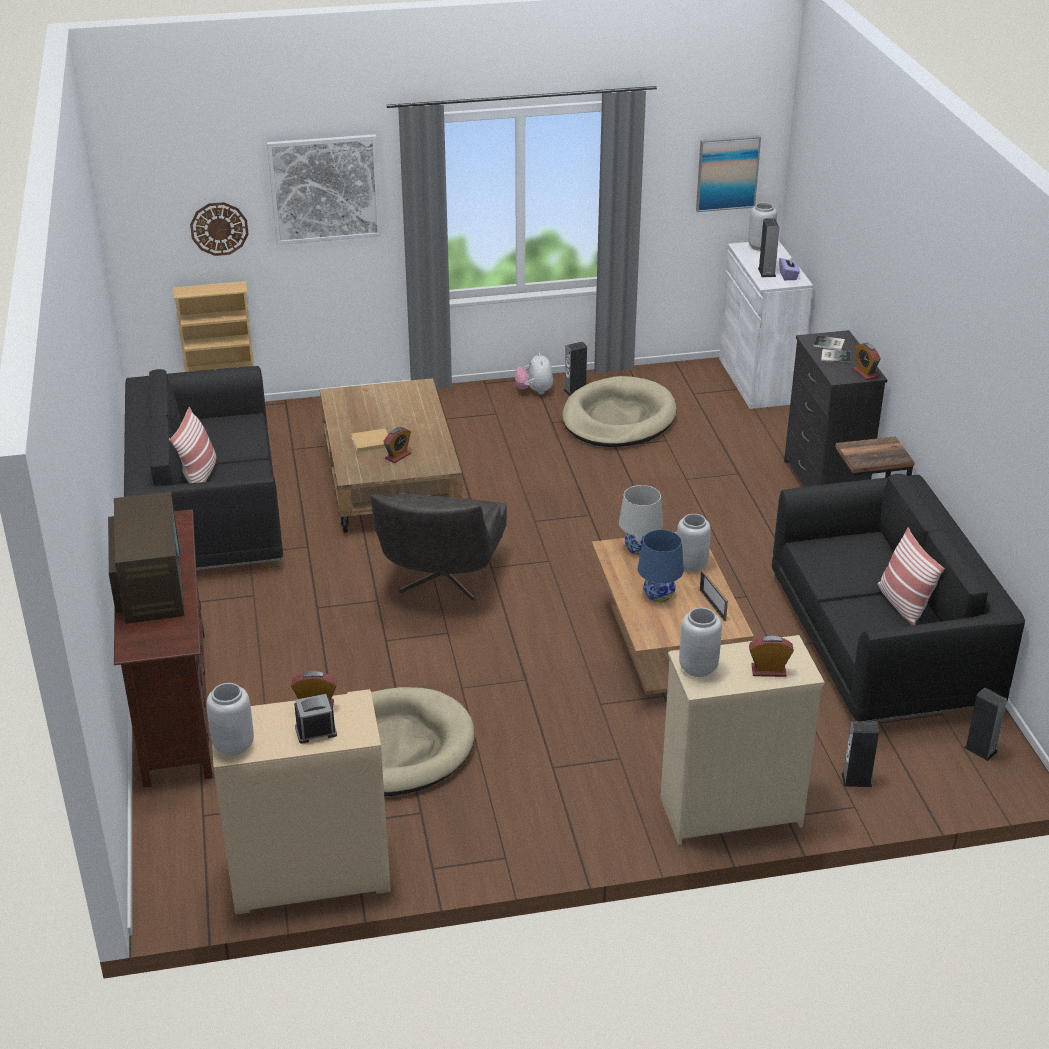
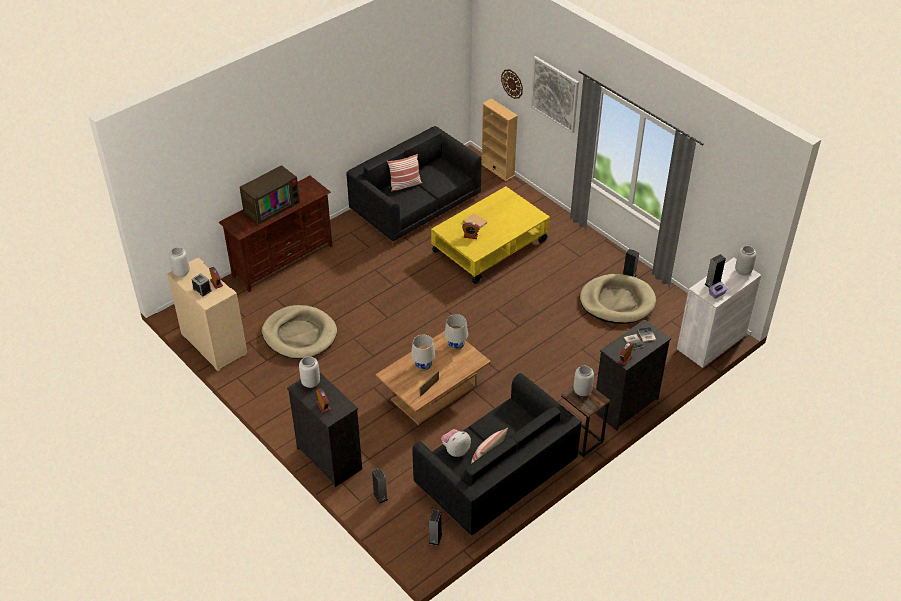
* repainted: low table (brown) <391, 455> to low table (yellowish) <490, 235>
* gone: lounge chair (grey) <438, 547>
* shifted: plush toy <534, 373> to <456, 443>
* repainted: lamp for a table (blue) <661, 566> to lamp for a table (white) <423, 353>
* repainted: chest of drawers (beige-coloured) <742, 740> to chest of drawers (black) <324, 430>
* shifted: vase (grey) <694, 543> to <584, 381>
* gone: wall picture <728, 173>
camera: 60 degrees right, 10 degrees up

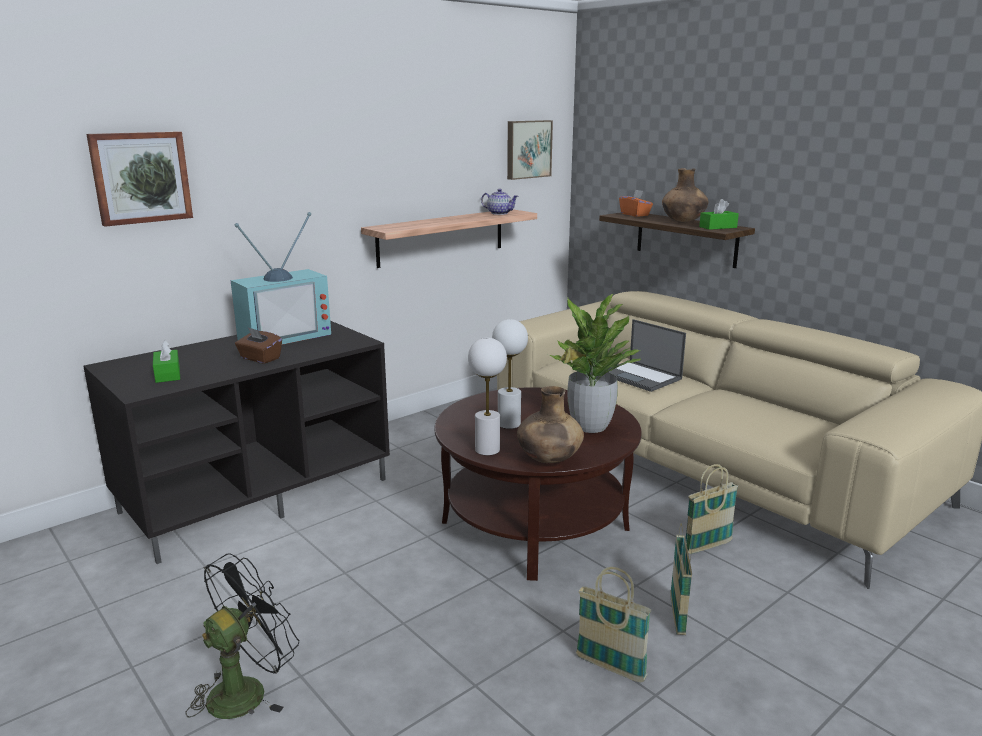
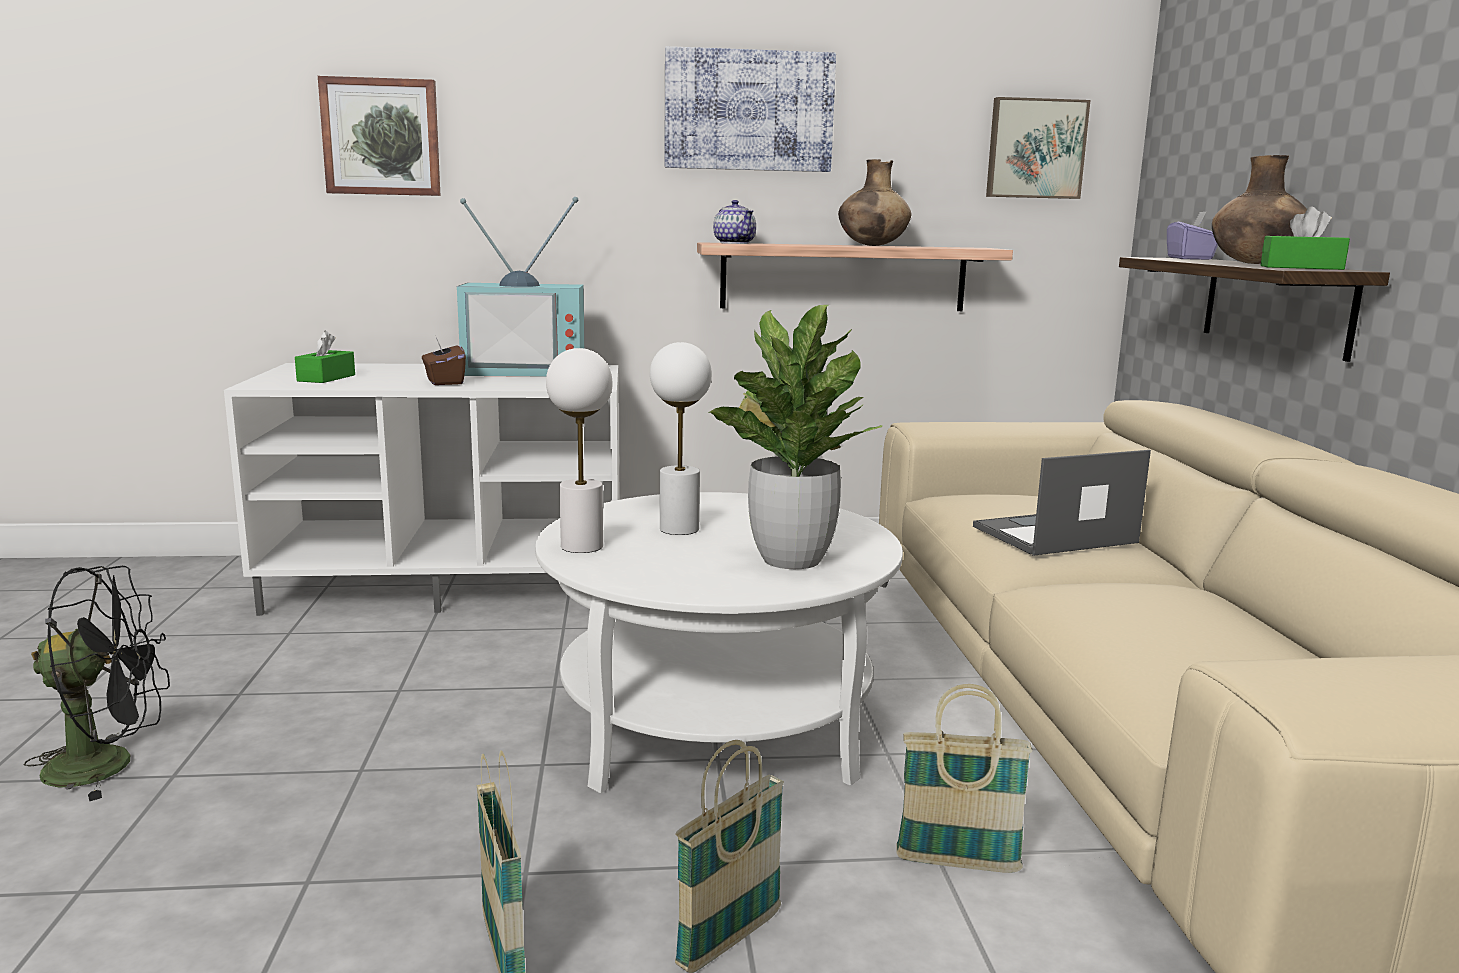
* repainted: media console (black) <236, 442> to media console (white) <421, 489>
* repainted: low table (brown) <537, 484> to low table (white) <719, 642>
* shifted: pot for tea <499, 202> to <734, 222>
* shifted: vase (brown) <550, 424> to <874, 202>
* rotated: notebook computer <647, 355> = <1062, 503> 75 degrees clockwise
* repainted: box of tissues (orange) <636, 203> to box of tissues (purple) <1192, 235>
* new: wall picture <750, 109>
camera: 35 degrees right, 5 degrees down

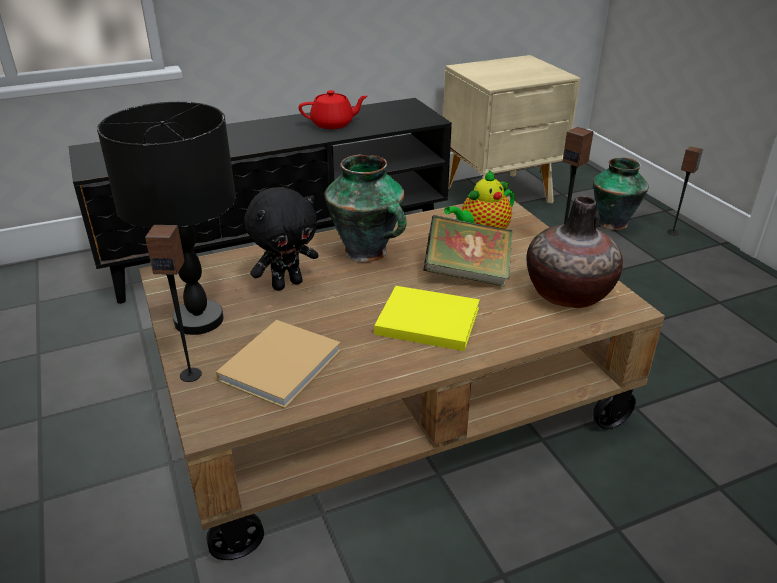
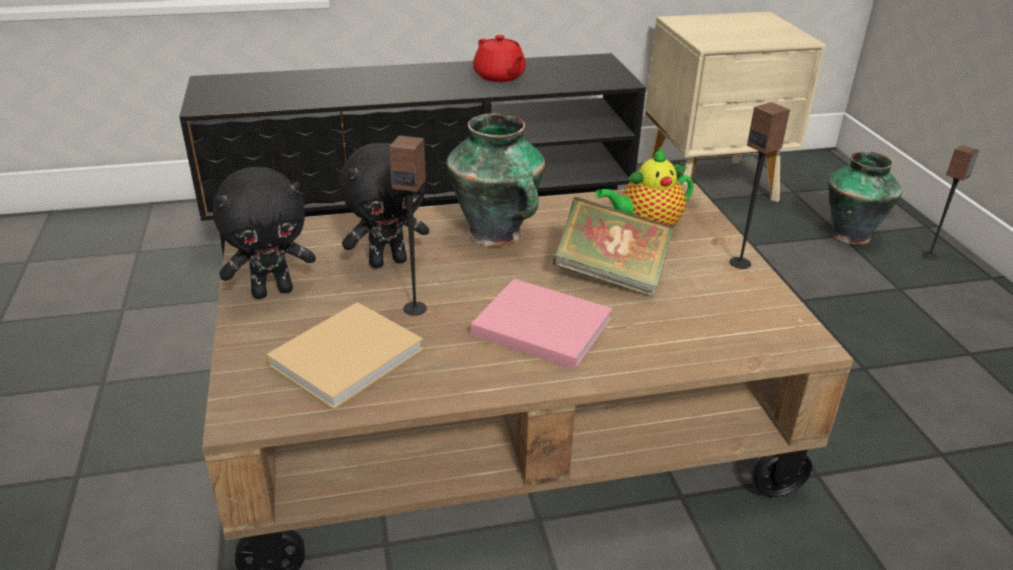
* swapped: lamp for a table (black) <166, 218> to plush toy (black) <264, 233>
* shifted: audio speaker <173, 303> to <408, 225>
* rotated: pot for tea (red) <333, 109> = <499, 58> 60 degrees clockwise
* repainted: volume (yellowish) <427, 318> to volume (pink) <542, 324>
* gone: vase <574, 252>
camera: 10 degrees right, 0 degrees up

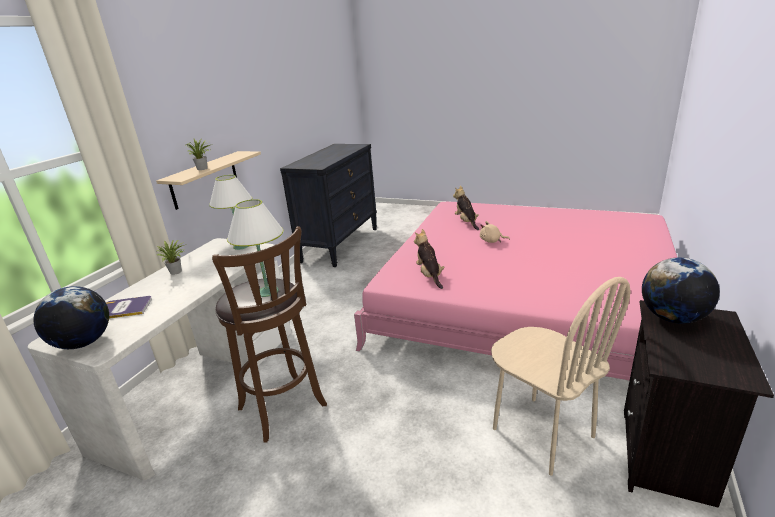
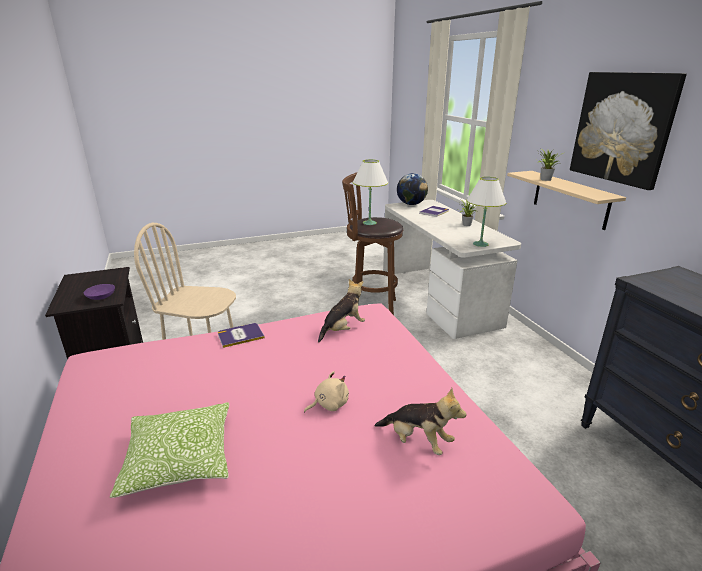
* rotated: plush toy <429, 259> = <341, 310> 75 degrees counterclockwise
* swapped: globe <681, 291> to deep dish (purple) <99, 292>
* new: pillow <169, 450>
* new: volume <241, 335>
* new: wall picture <628, 131>
camera: 135 degrees right, 0 degrees up

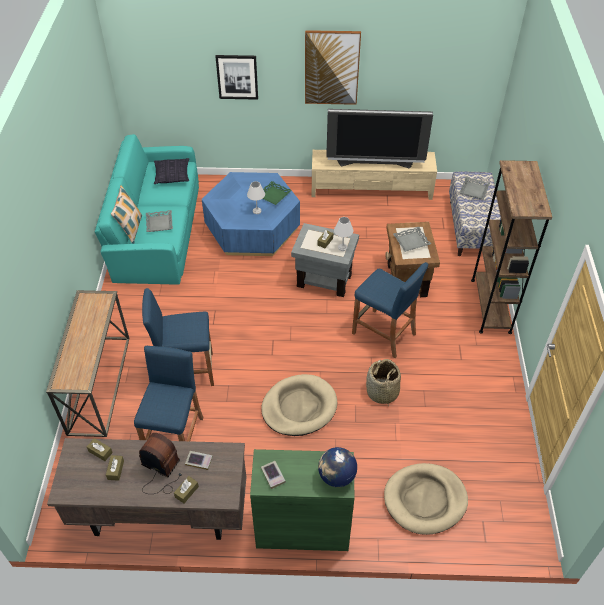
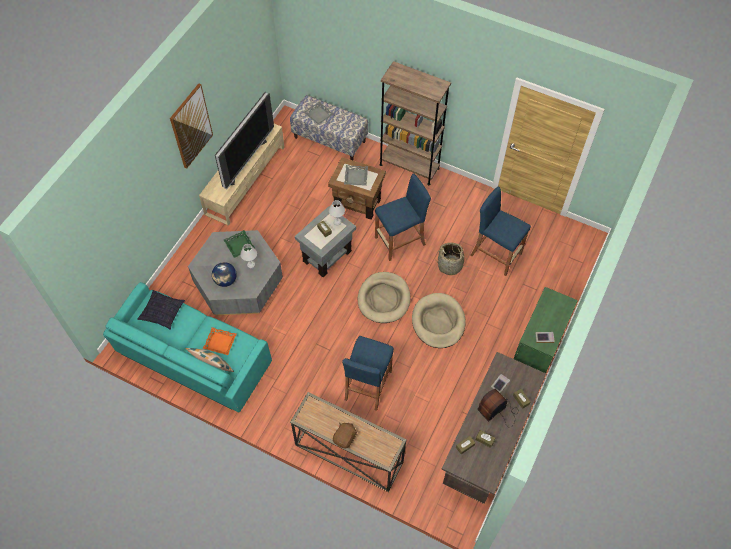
* shifted: sitting stool (blue) <168, 393> to <500, 231>
* repainted: serving tray (grey) <159, 221> to serving tray (orange) <220, 341>
* repainted: low table (blue) <251, 214> to low table (grey) <235, 272>
* gone: wall picture <236, 77>
* shifted: globe <337, 467> to <224, 274>
* shifted: dog cushion (beige-coloured) <426, 499> to <384, 297>
* new: plush toy (brown) <345, 435>
camera: 65 degrees left, 10 degrees up

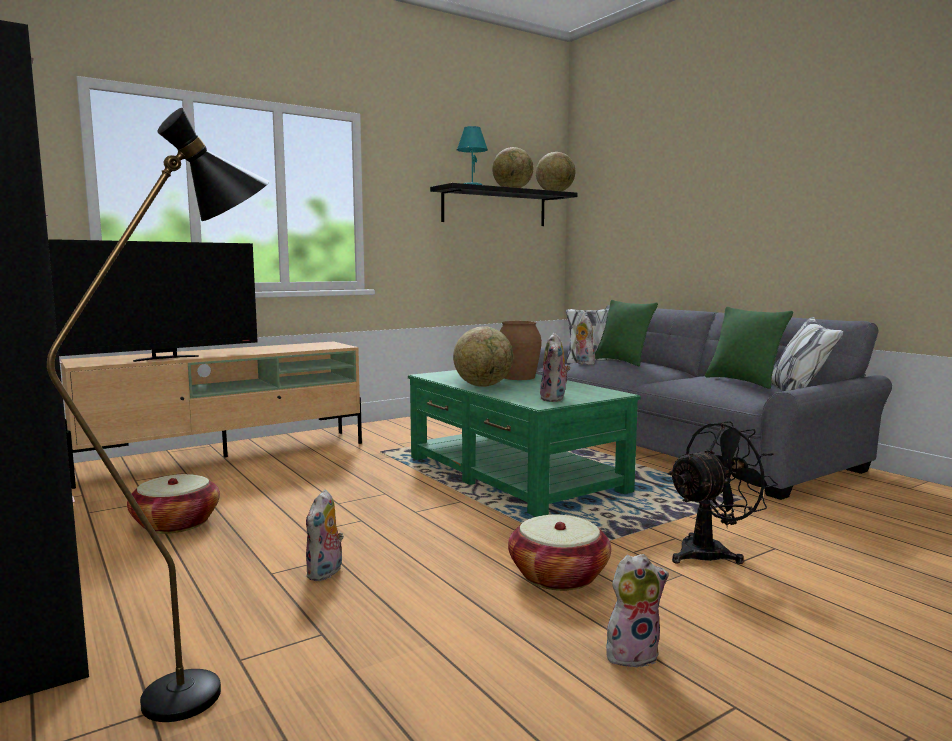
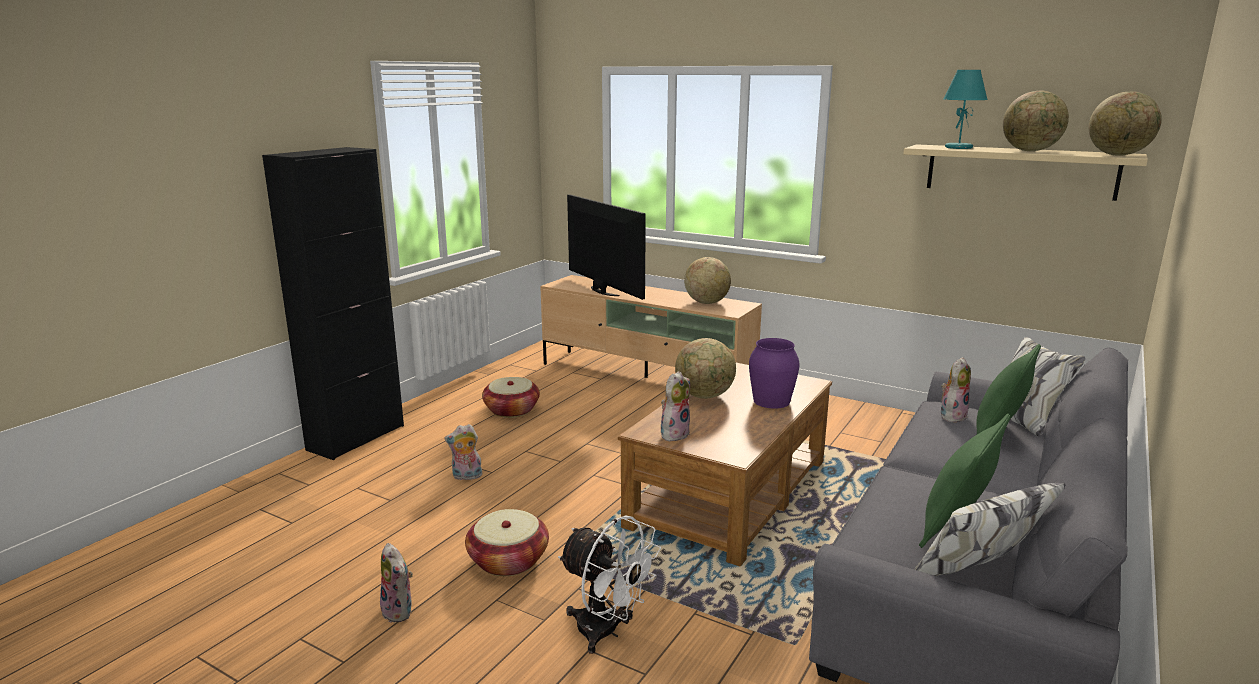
* gone: standard lamp (black) <158, 415>
* rotated: television <152, 300> = <606, 247> 150 degrees counterclockwise
* repainted: low table (greenish) <524, 443> to low table (brown) <725, 465>
* repainted: bracket shelf (black) <503, 204> to bracket shelf (beige-coloured) <1025, 172>
* repainted: vase (brown) <521, 350> to vase (purple) <774, 373>
* rotated: plush toy <555, 367> = <675, 406> 150 degrees clockwise
* repainted: fan (black) <723, 492> to fan (white) <609, 584>
* new: globe <707, 280>
camera: 65 degrees right, 10 degrees up

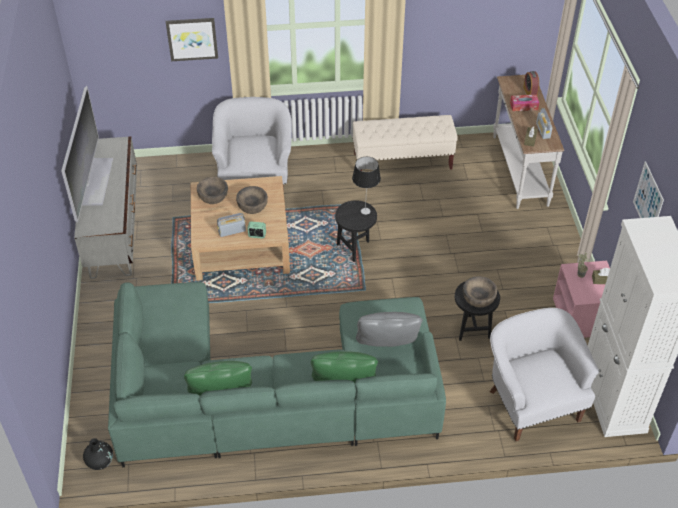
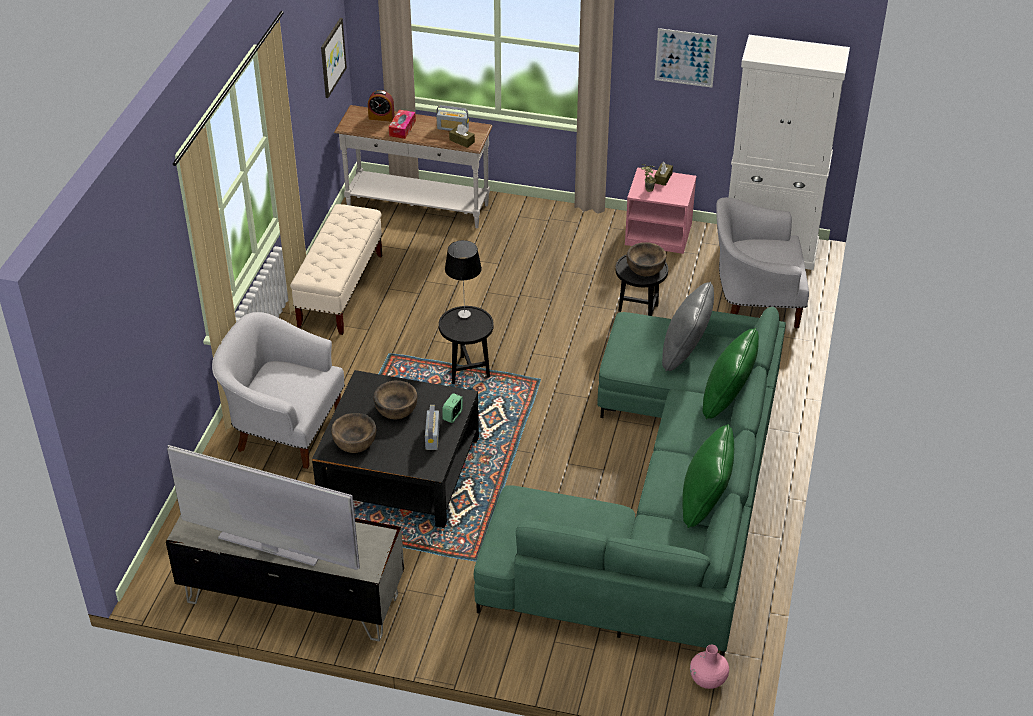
* repainted: vase (black) <98, 454> to vase (pink) <709, 667>
* shifted: wall picture <192, 39> to <334, 58>
* repainted: low table (beige-coloured) <240, 228> to low table (black) <395, 449>
camera: 70 degrees left, 5 degrees down

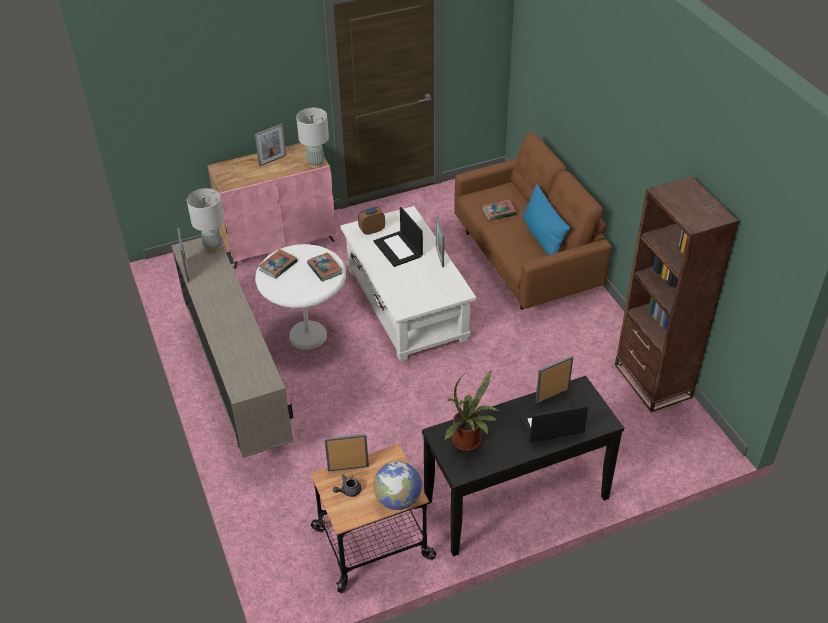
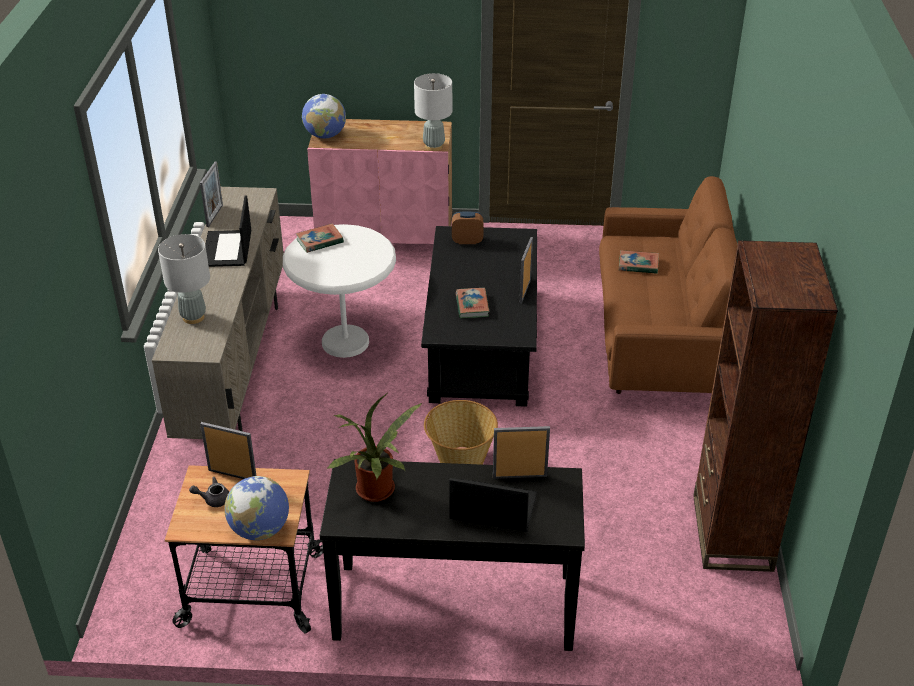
* shifted: lamp for a table (grey) <205, 220> to <184, 279>
* gone: photo frame <270, 144>
* shifted: volume <324, 267> to <473, 303>
* repainted: low table (white) <408, 283> to low table (black) <479, 316>
* shifted: notebook computer <398, 237> to <228, 231>
* gone: pillow (blue) <546, 219>
* new: globe <324, 116>
* new: storage basket <461, 432>
camera: 25 degrees right, 5 degrees down

